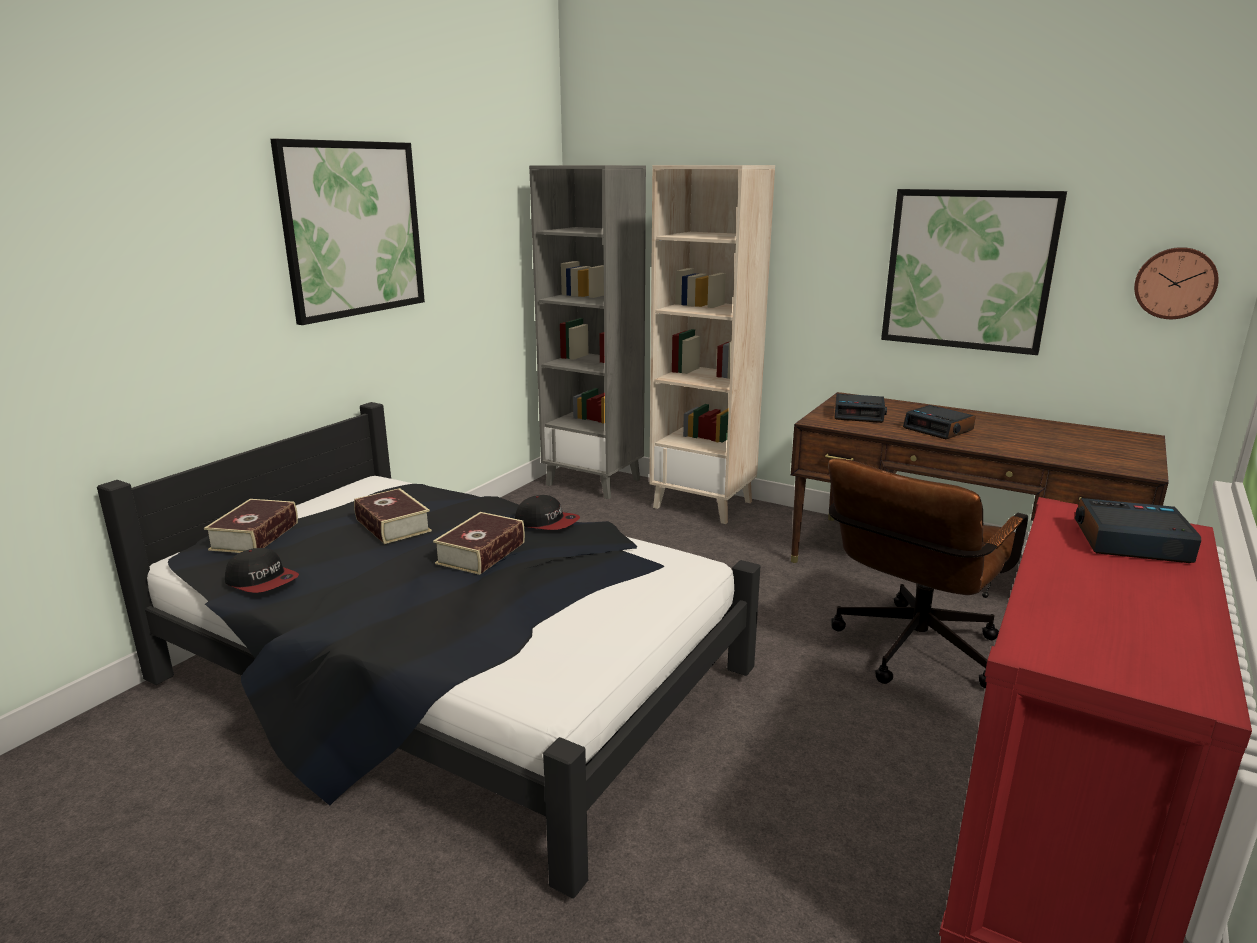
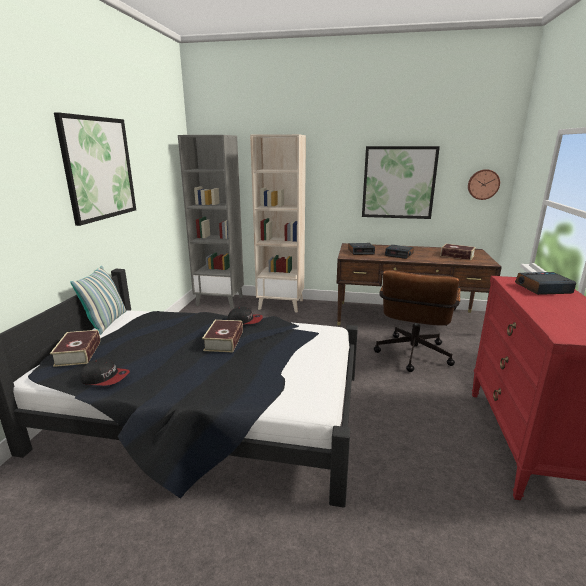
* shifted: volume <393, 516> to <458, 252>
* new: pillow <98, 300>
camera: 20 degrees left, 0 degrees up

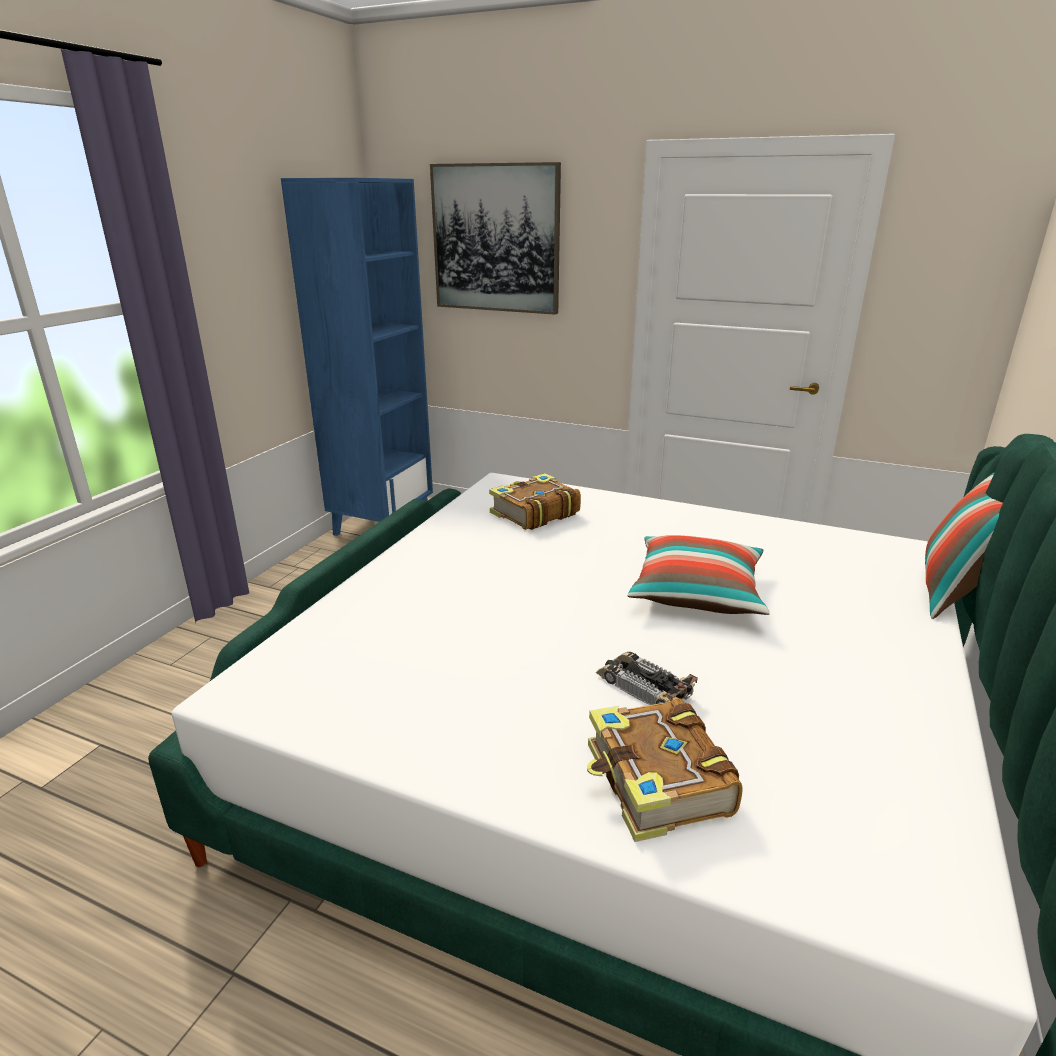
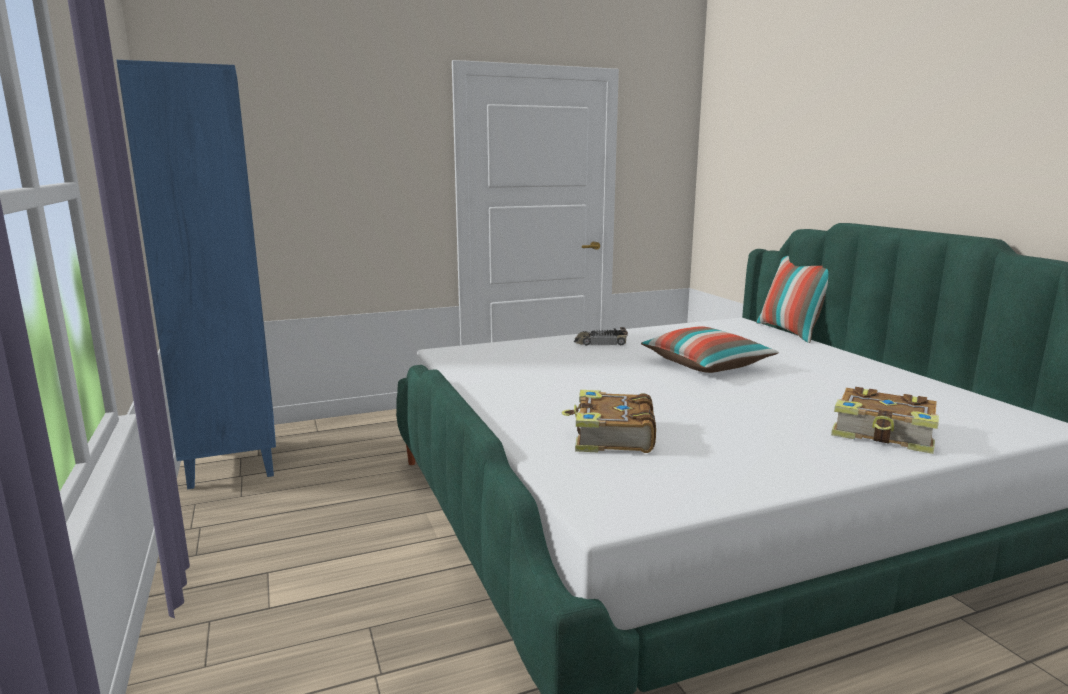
* gone: wall picture <495, 238>
* shifted: volume <535, 501> to <608, 421>
* shifted: model car <646, 678> to <601, 336>
camera: 45 degrees left, 10 degrees down

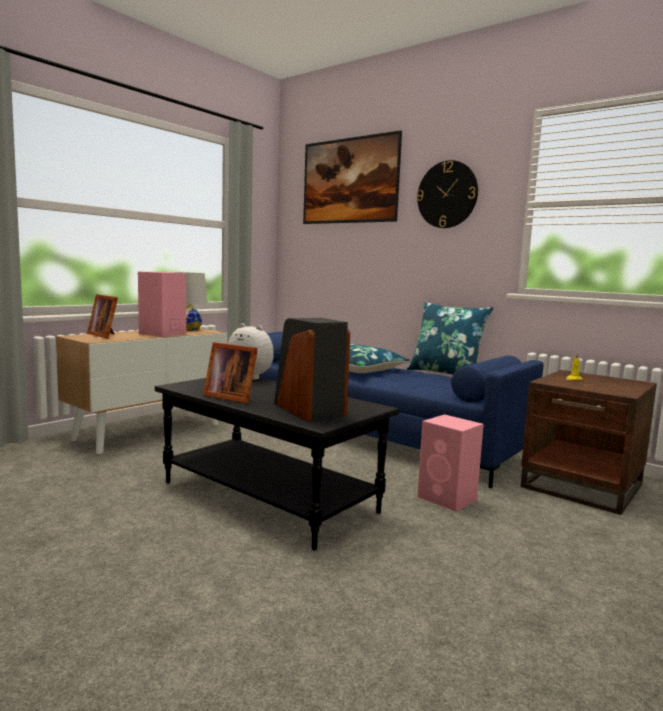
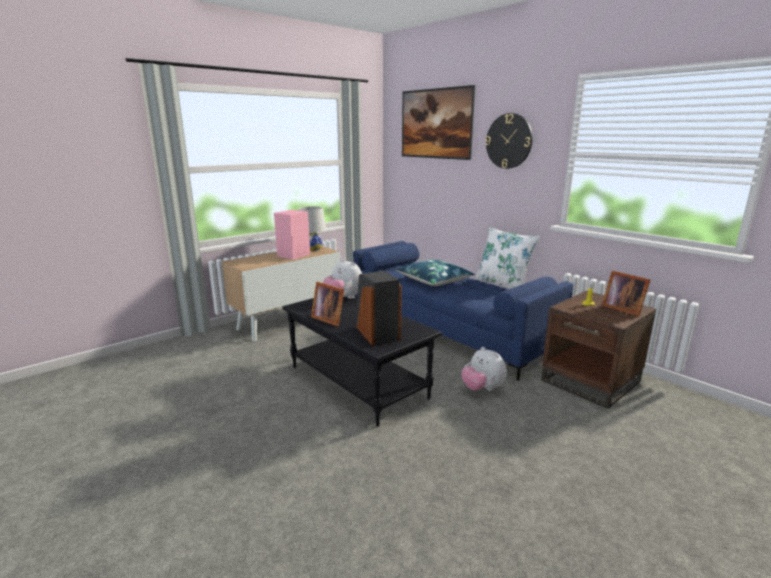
* shifted: photo frame <102, 316> to <626, 293>
* repainted: pillow (blue) <450, 338> to pillow (white) <507, 258>
* swapped: audio speaker (pink) <450, 463> to plush toy <484, 369>
camera: 10 degrees right, 10 degrees up

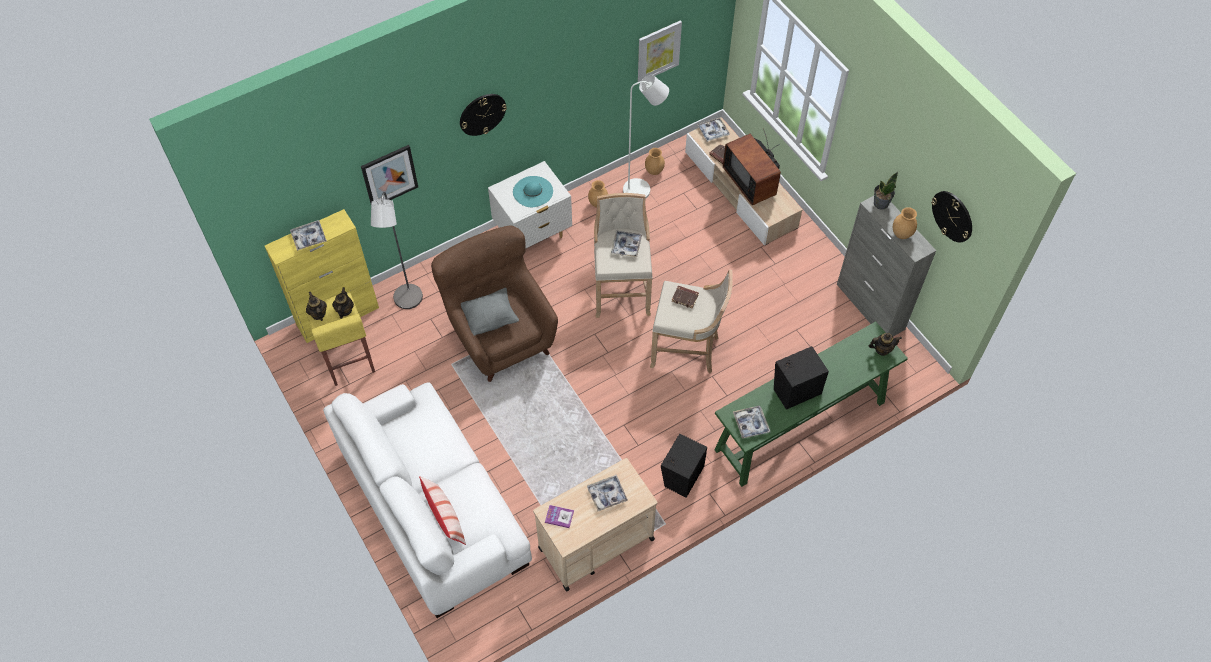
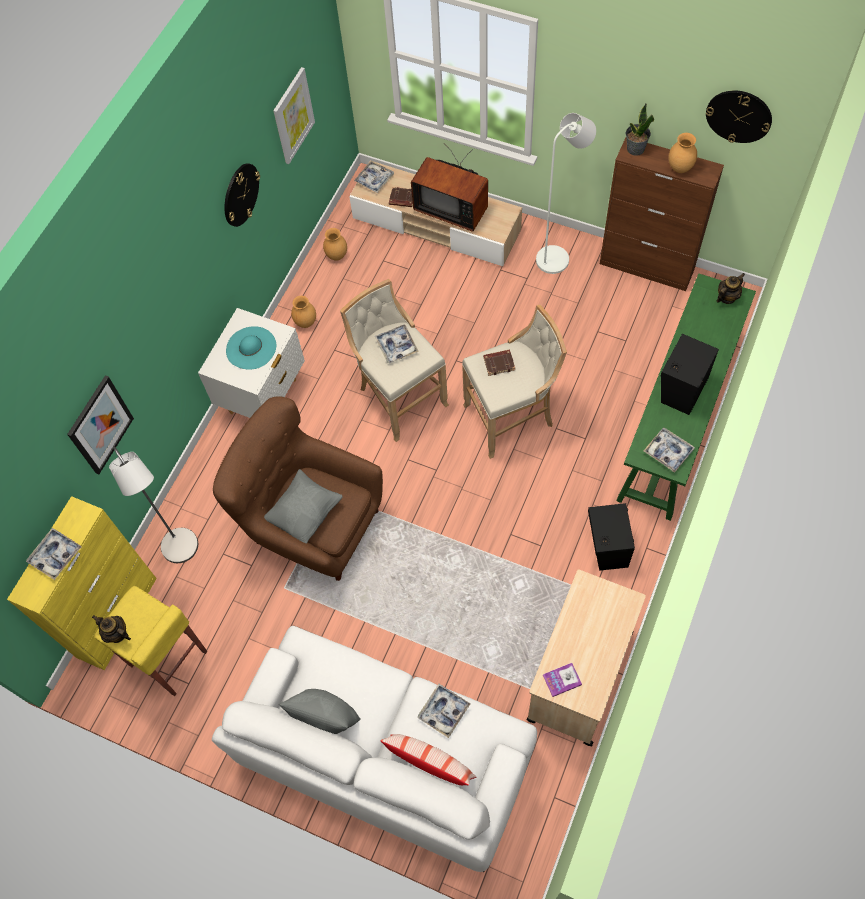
* gone: pot for tea <343, 303>
* shifted: hanging clock <483, 115> to <242, 195>
* shifted: serving tray <607, 493> to <444, 711>
* shifted: standard lamp (white) <646, 136> to <566, 193>
* repainted: storage cabinet (grey) <886, 266> to storage cabinet (brown) <662, 214>
* new: pillow (grey) <320, 711>
camera: 30 degrees left, 5 degrees up

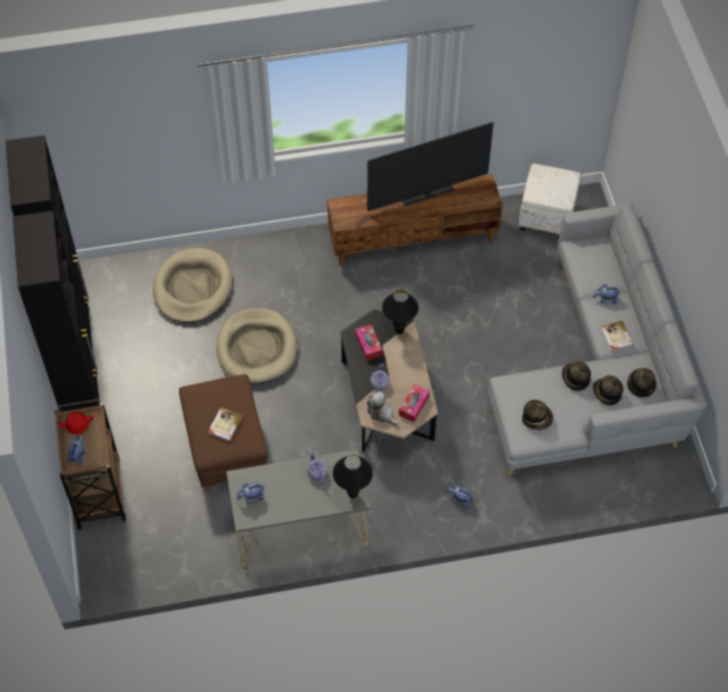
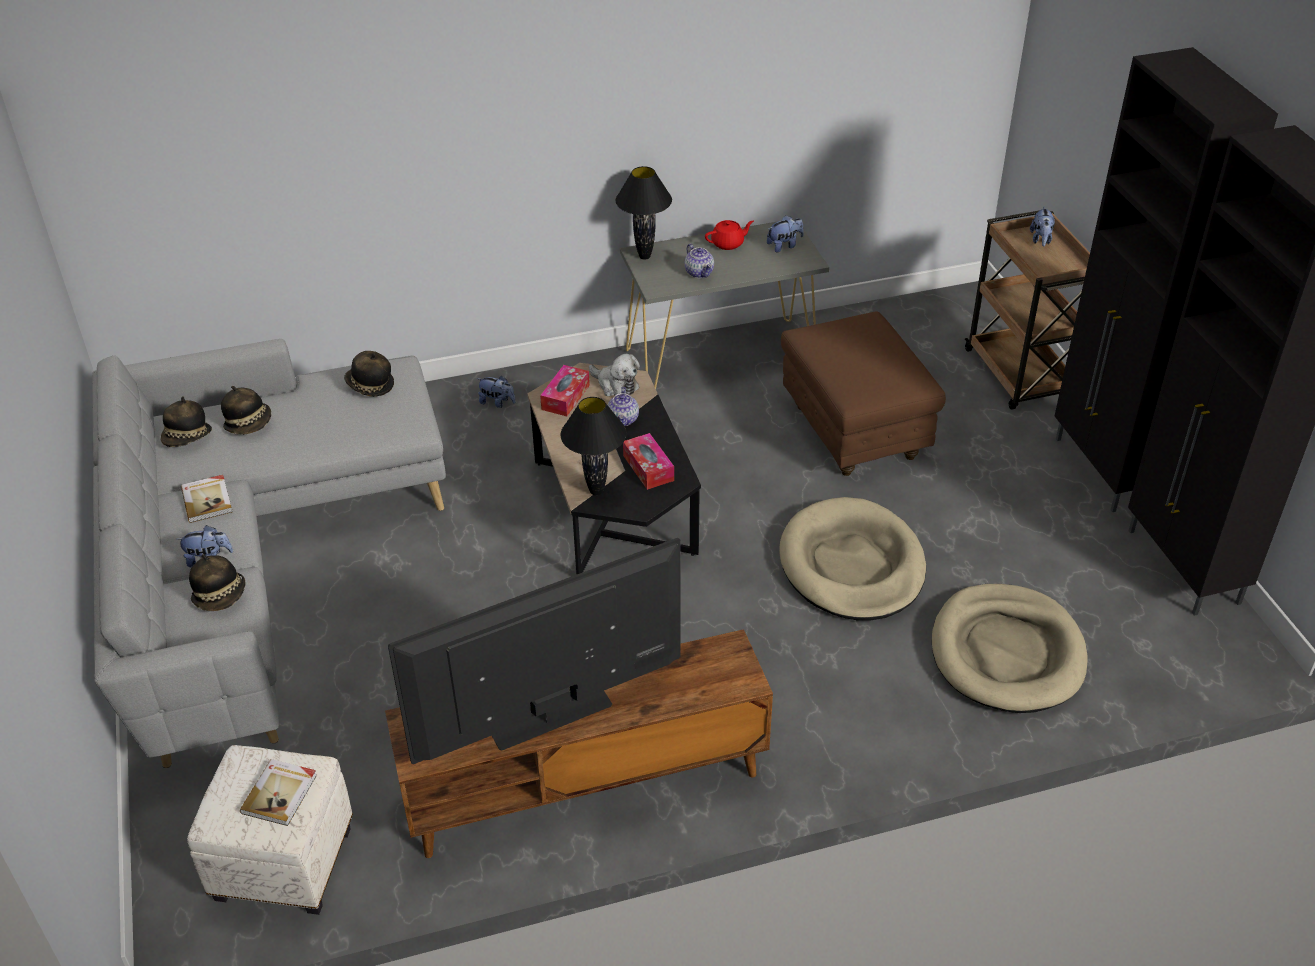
* shifted: pot for tea (red) <75, 423> to <729, 235>
* shifted: volume <225, 425> to <278, 792>
* shifted: clothing hat <576, 376> to <217, 582>
camera: 175 degrees right, 15 degrees down

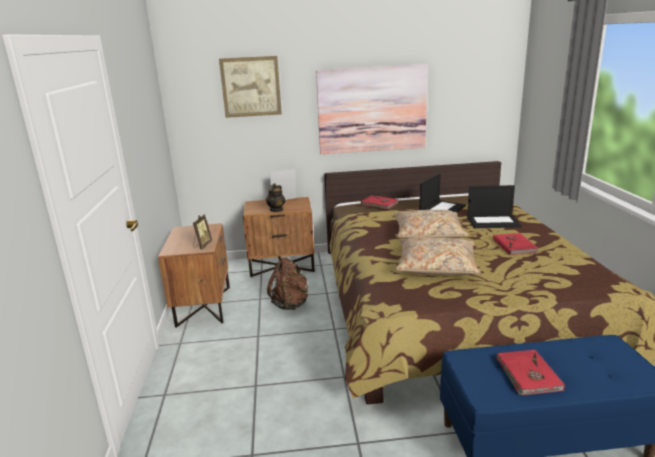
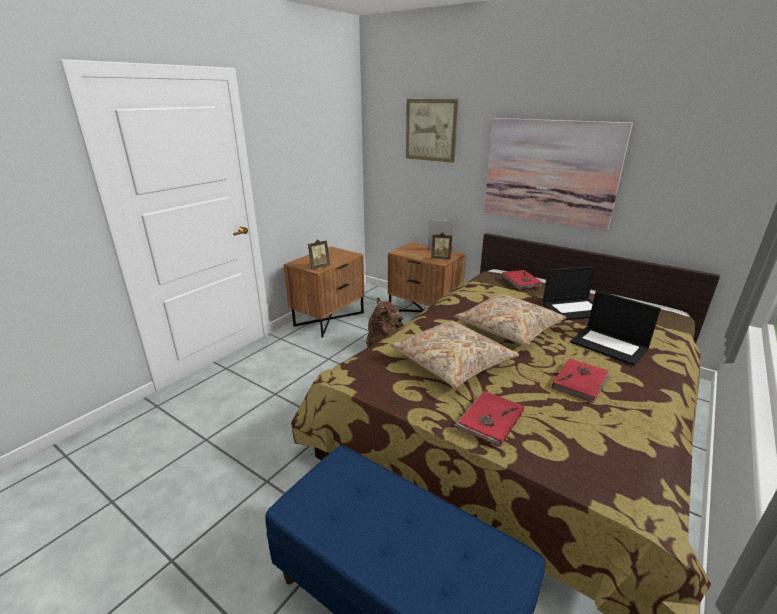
* gone: pot for tea <276, 197>
* shifted: volume (red) <530, 372> to <489, 419>
* new: photo frame <441, 246>
camera: 40 degrees right, 5 degrees up

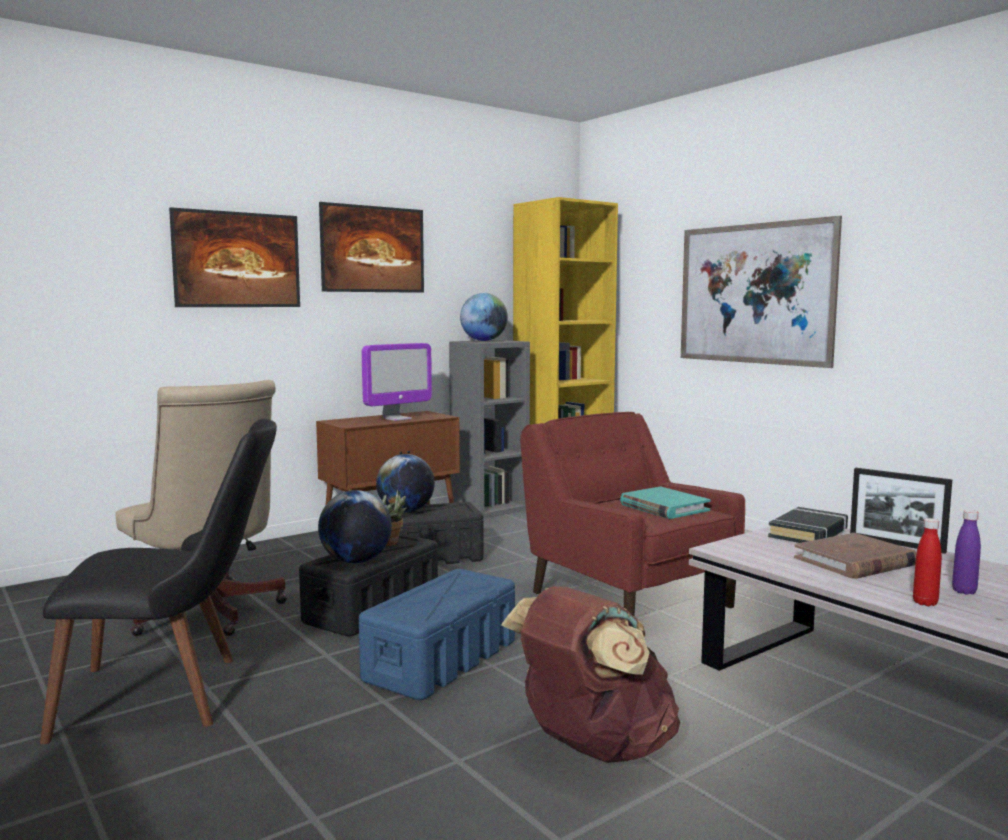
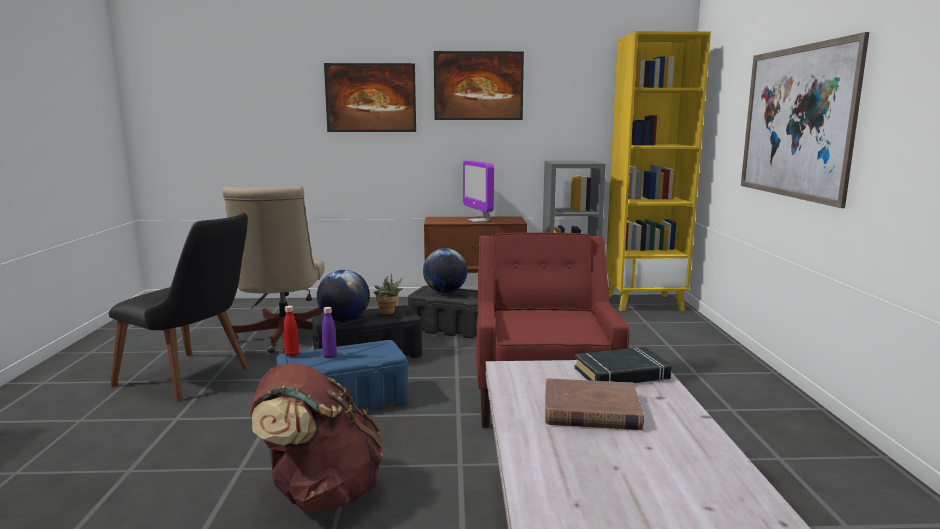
* rotated: monitor <397, 382> = <478, 191> 75 degrees clockwise
* gone: globe <484, 317>
* gone: volume (turquoise-coloured) <665, 503>
* gone: photo frame <901, 511>
* shifted: drink bottle (red) <927, 562> to <291, 331>
* shifted: drink bottle (purple) <966, 552> to <329, 332>
camera: 35 degrees right, 5 degrees up

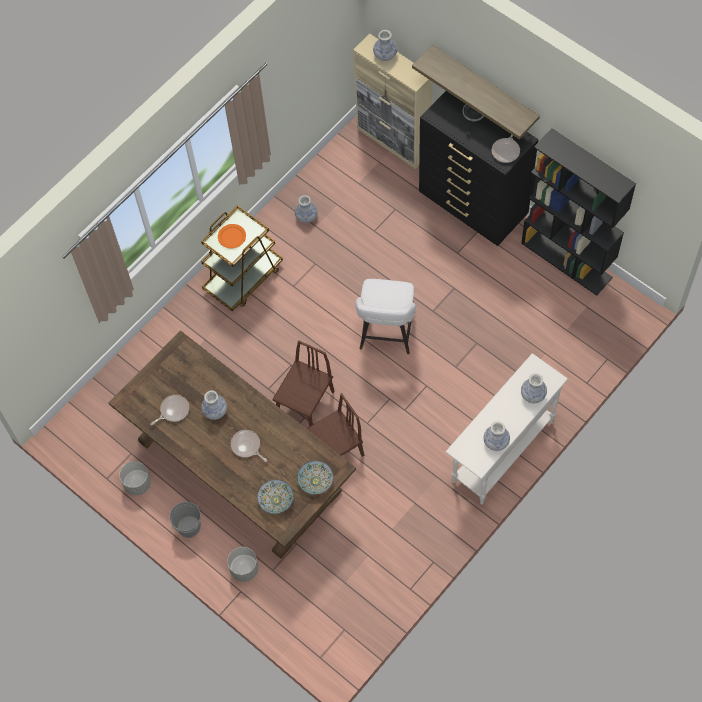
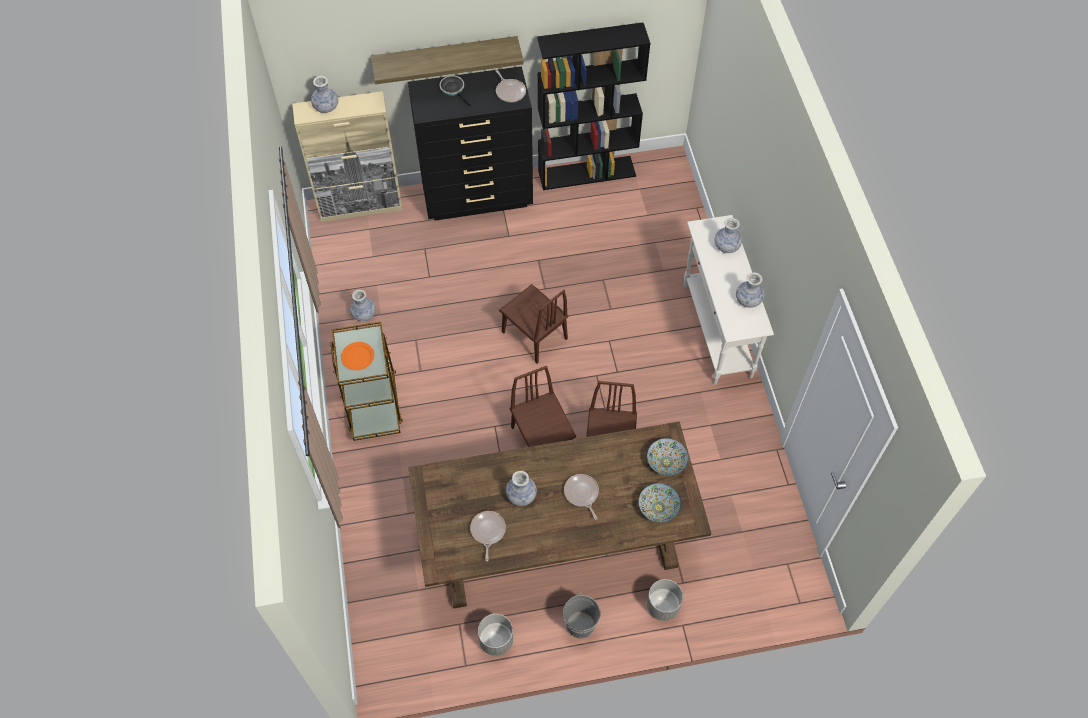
* rotated: pan <249, 446> = <581, 497> 75 degrees clockwise
* swapped: sitting stool (white) <385, 316> to chair (brown) <533, 324>
camera: 55 degrees left, 5 degrees down

